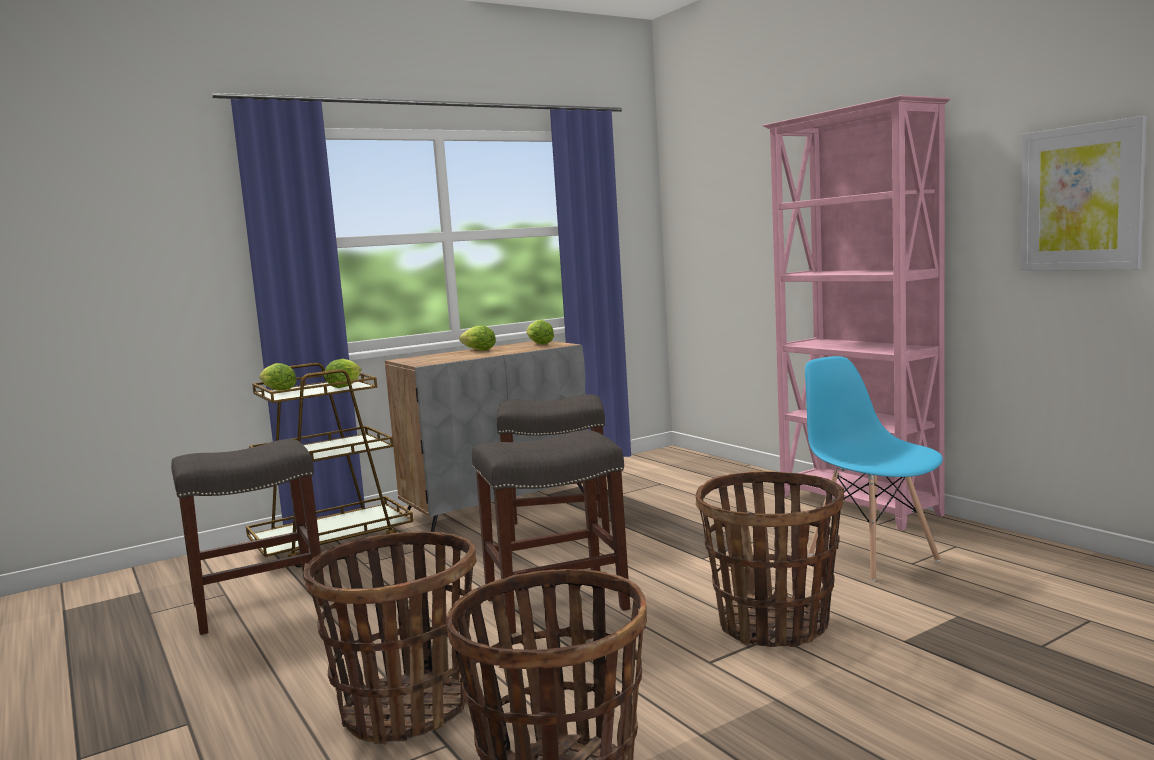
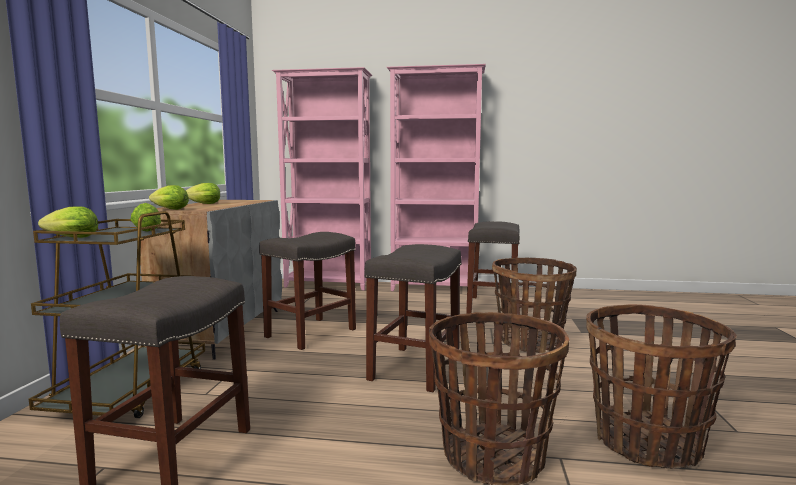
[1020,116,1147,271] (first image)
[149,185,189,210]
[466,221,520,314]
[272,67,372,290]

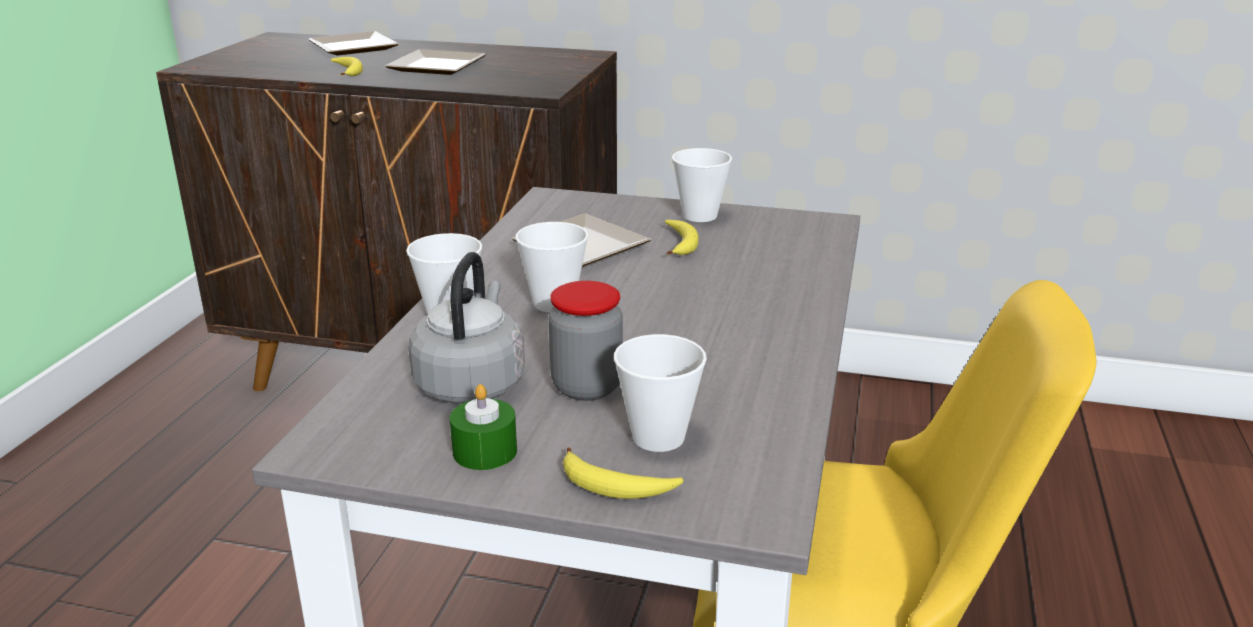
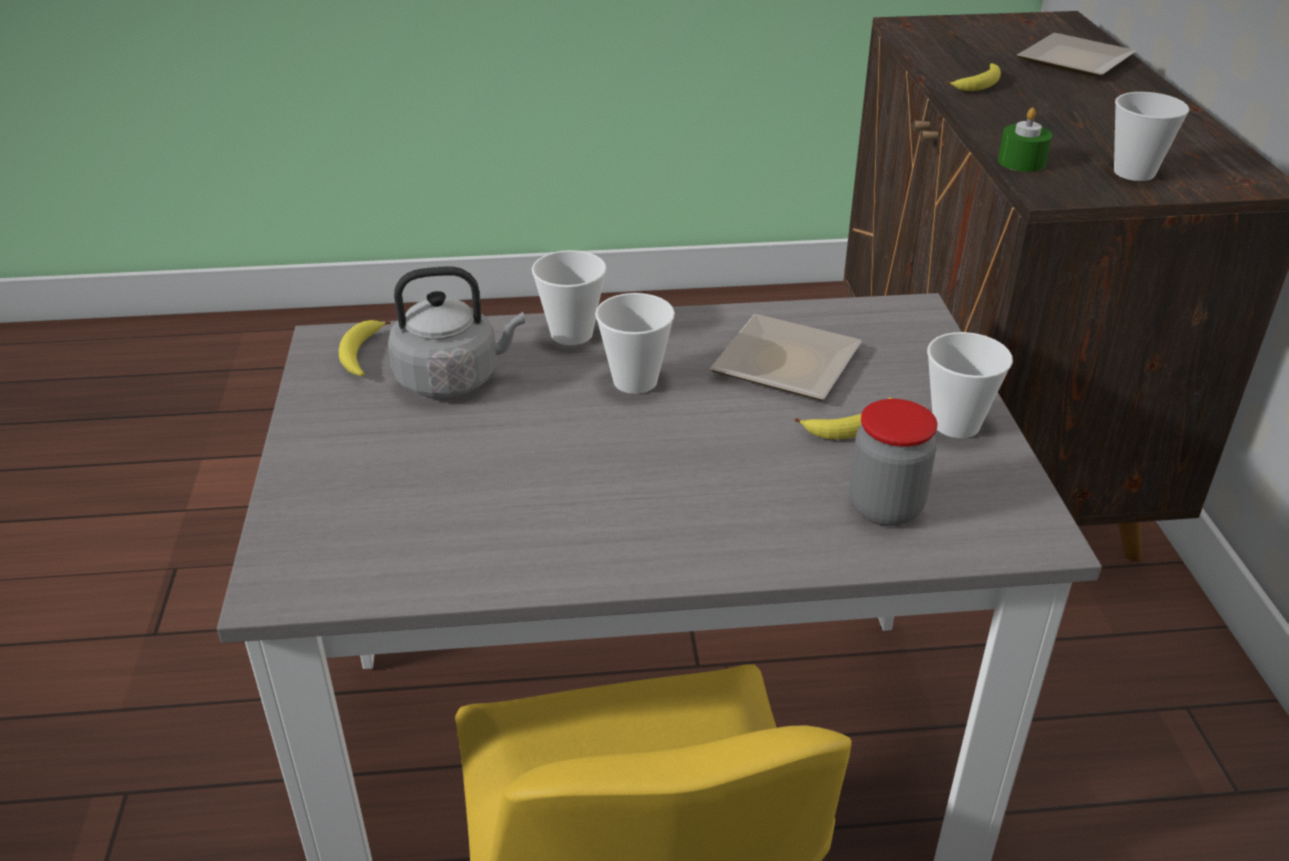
[385,49,486,75] (first image)
[849,399,937,526]
[1114,92,1189,181]
[998,108,1052,172]
[339,320,391,376]

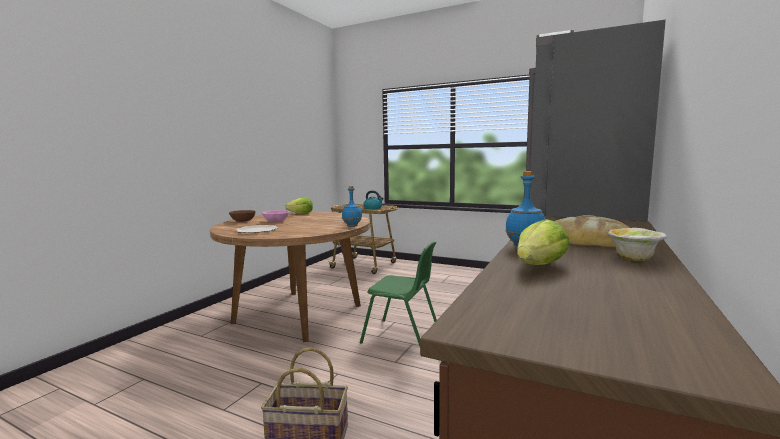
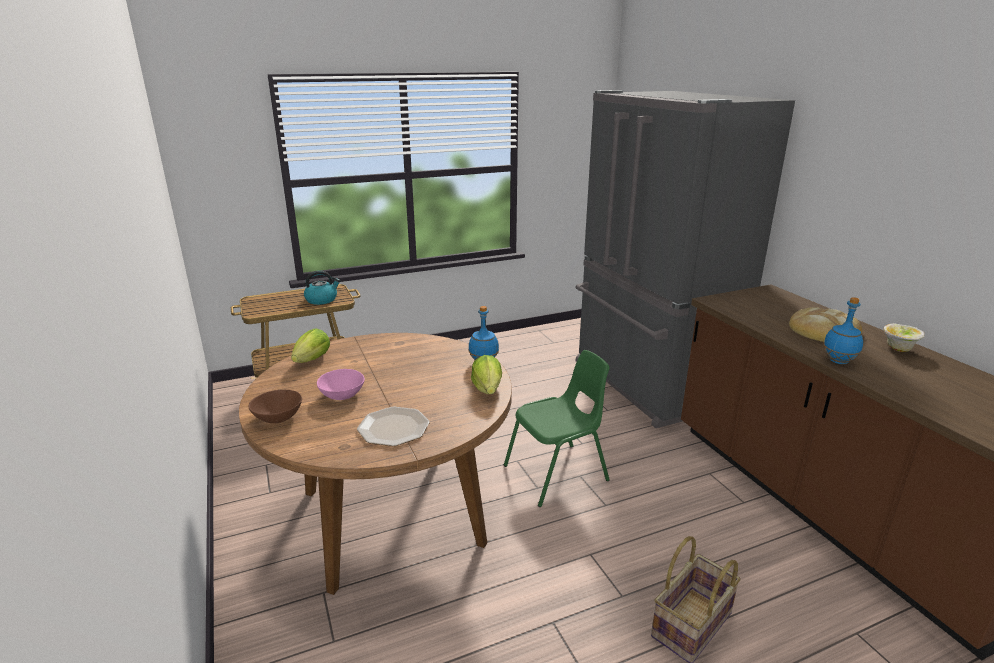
[471,355,502,394]

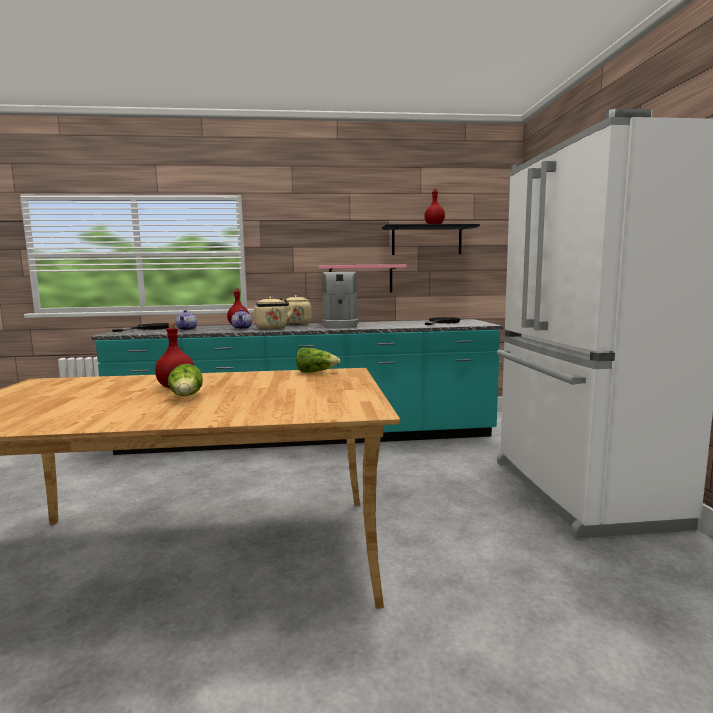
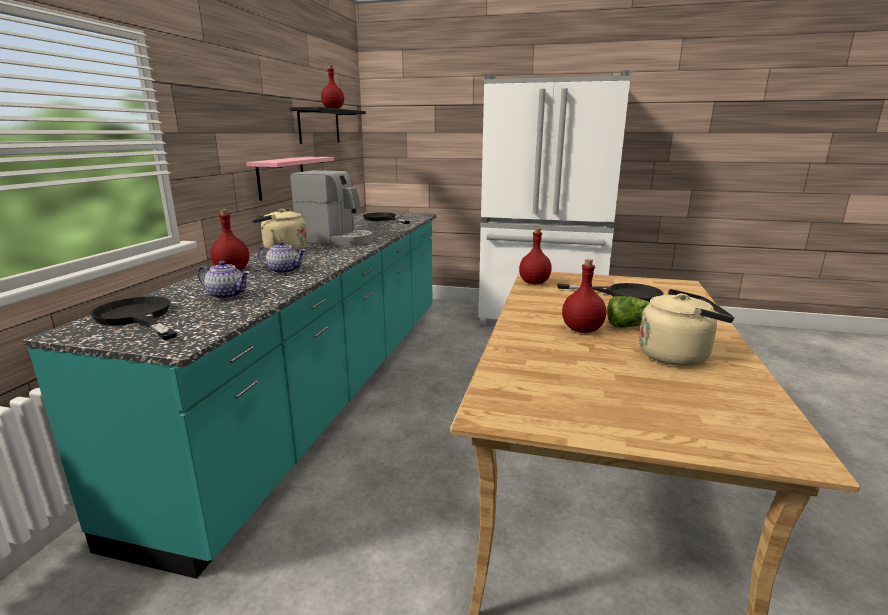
[639,289,734,366]
[519,228,552,284]
[557,283,664,302]

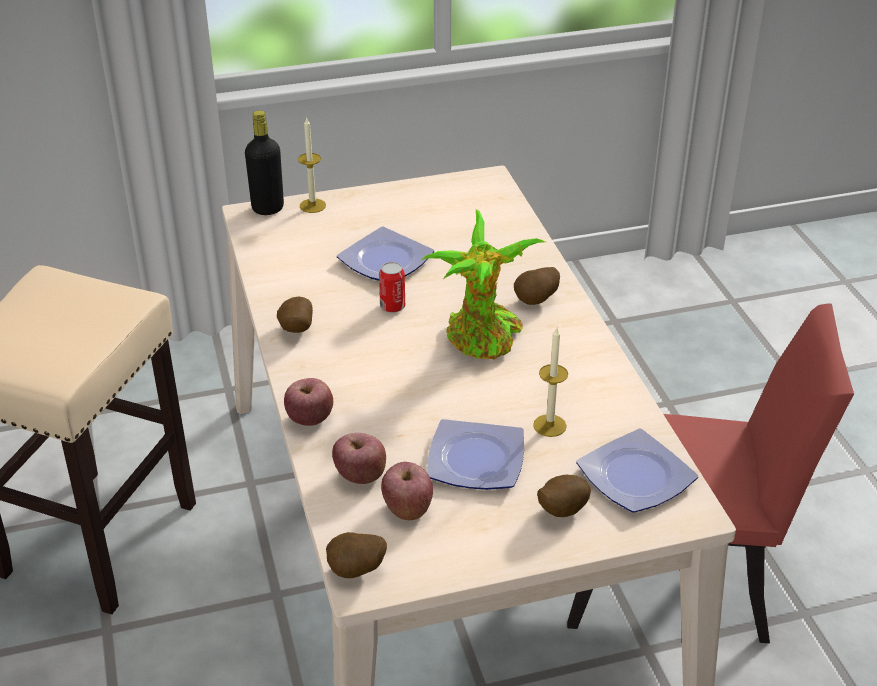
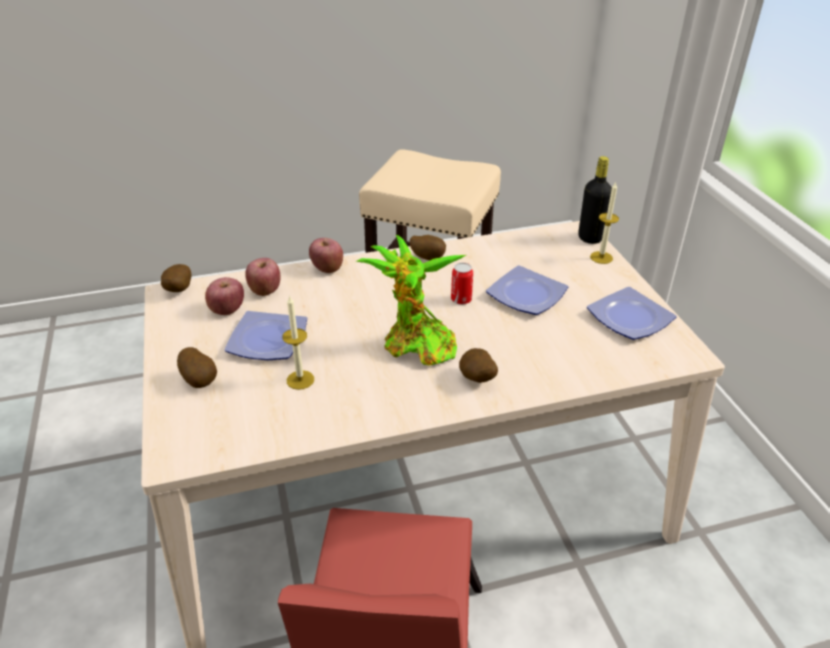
[587,287,677,340]

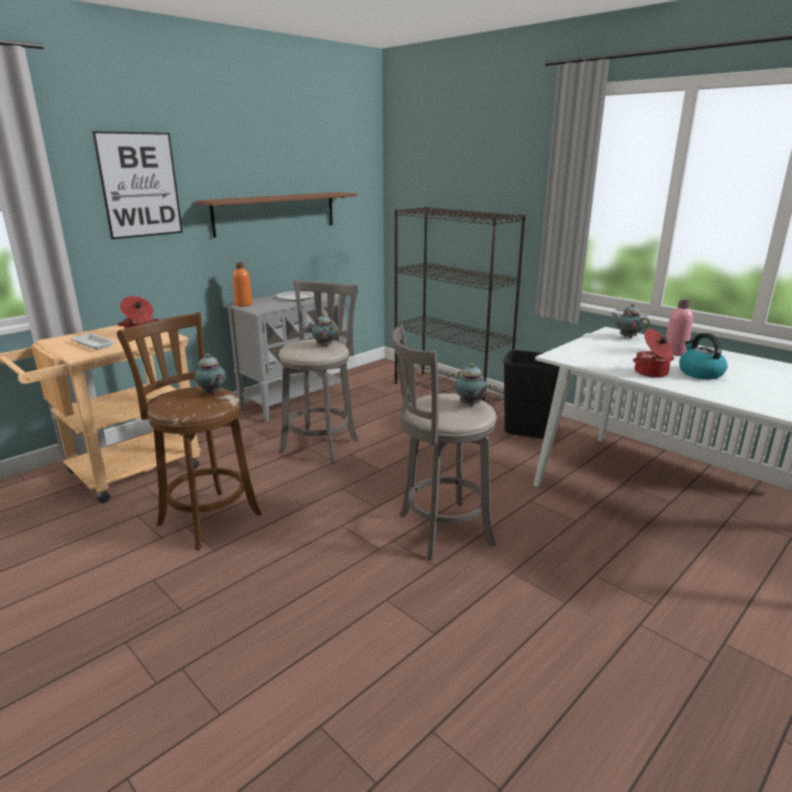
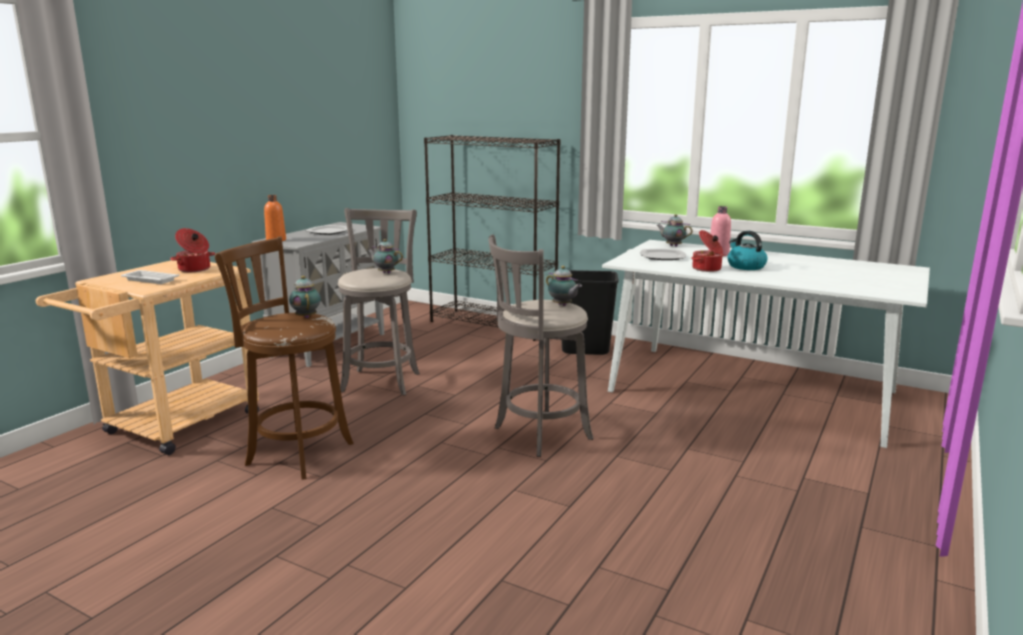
[92,131,183,239] (first image)
[196,192,357,238] (first image)
[289,276,321,318]
[640,249,686,260]

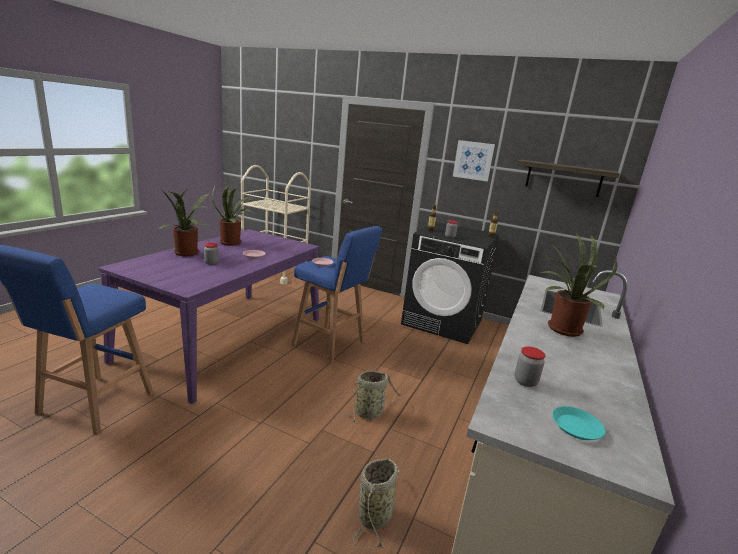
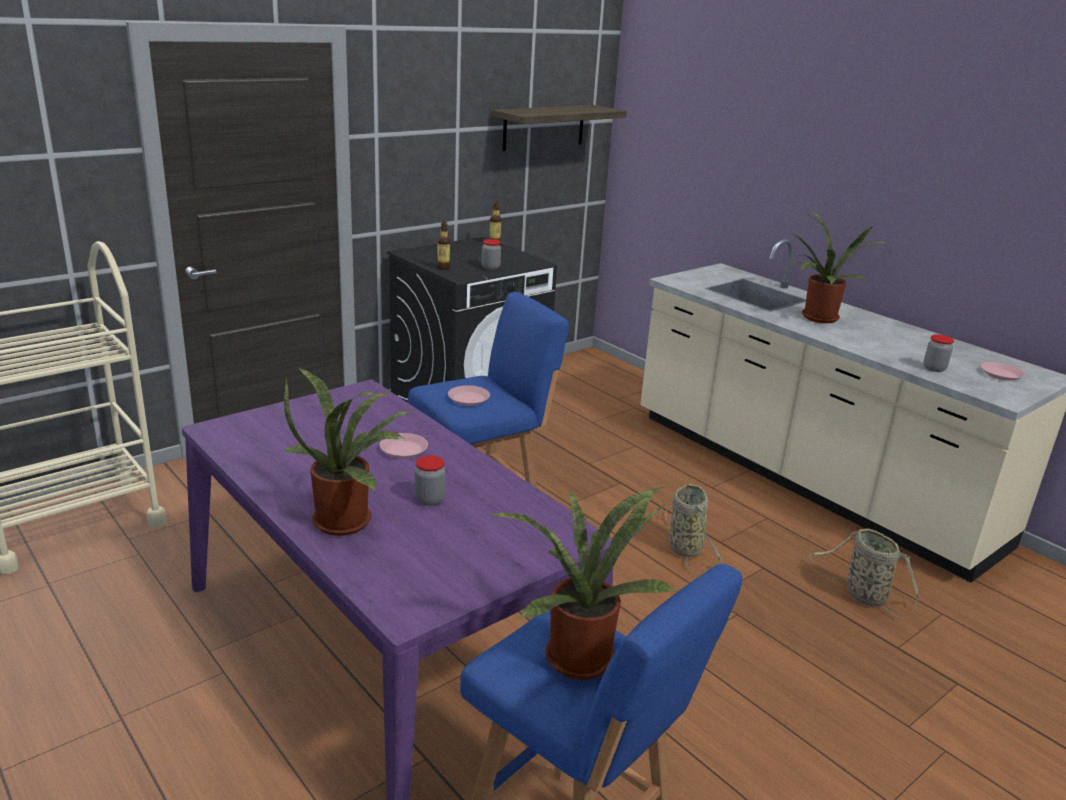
[453,140,495,181] (first image)
[489,487,676,680]
[981,362,1025,381]

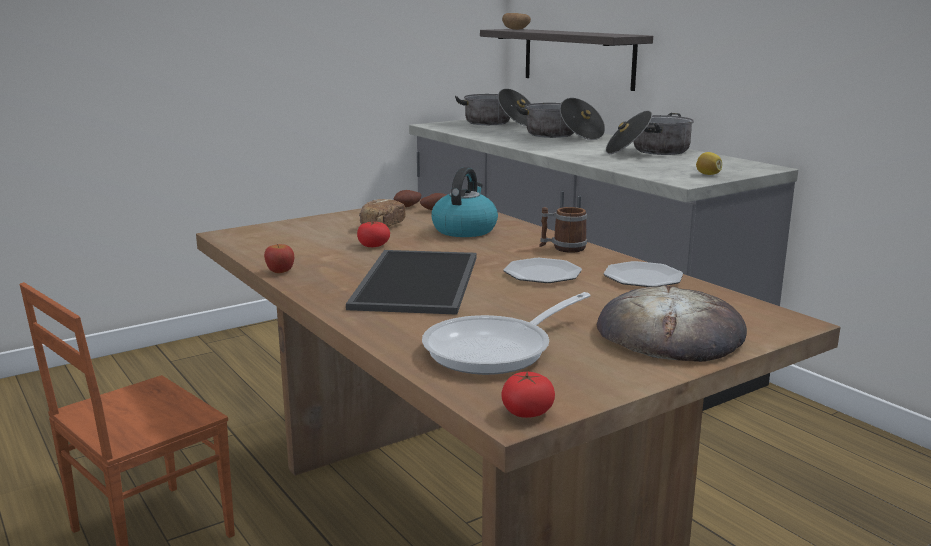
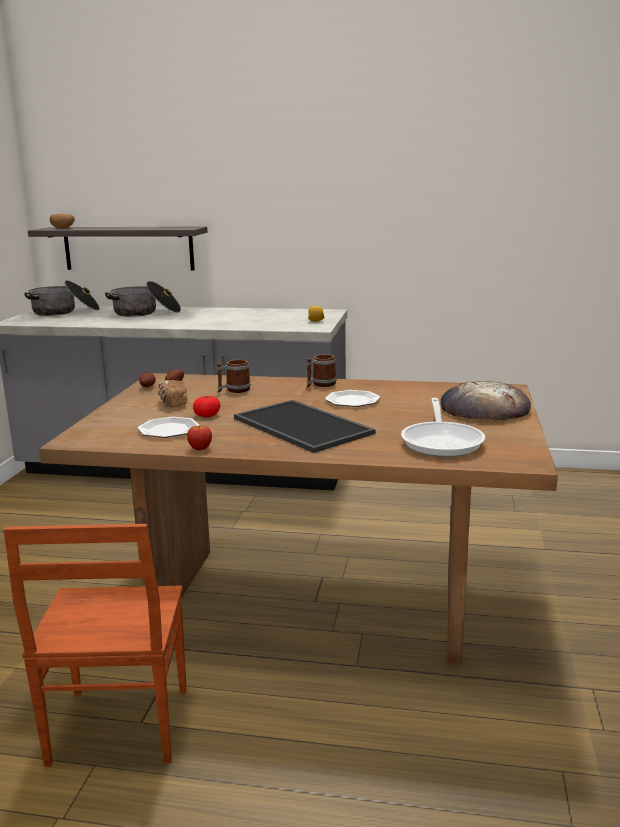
[606,111,694,155] (first image)
[217,360,251,393]
[137,417,200,438]
[501,372,555,418] (first image)

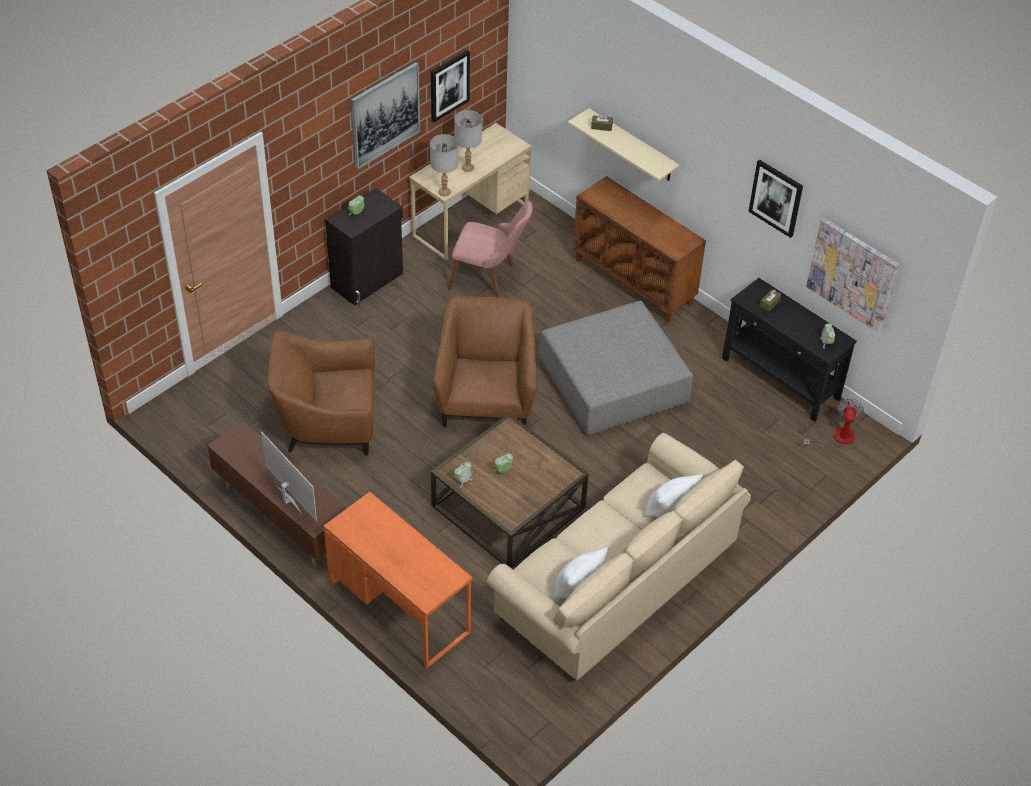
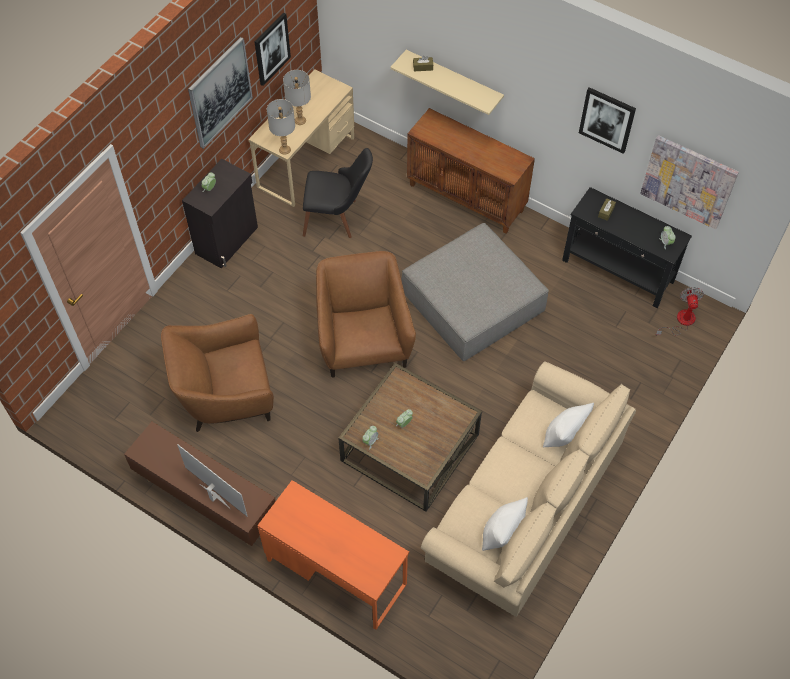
[303,148,373,238]

